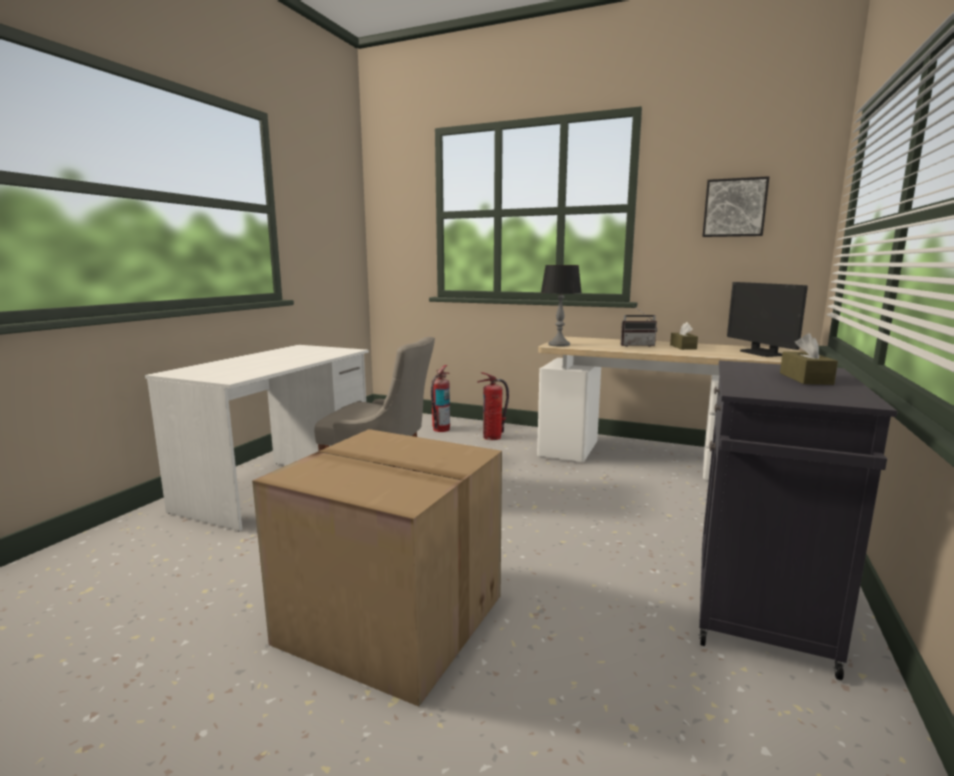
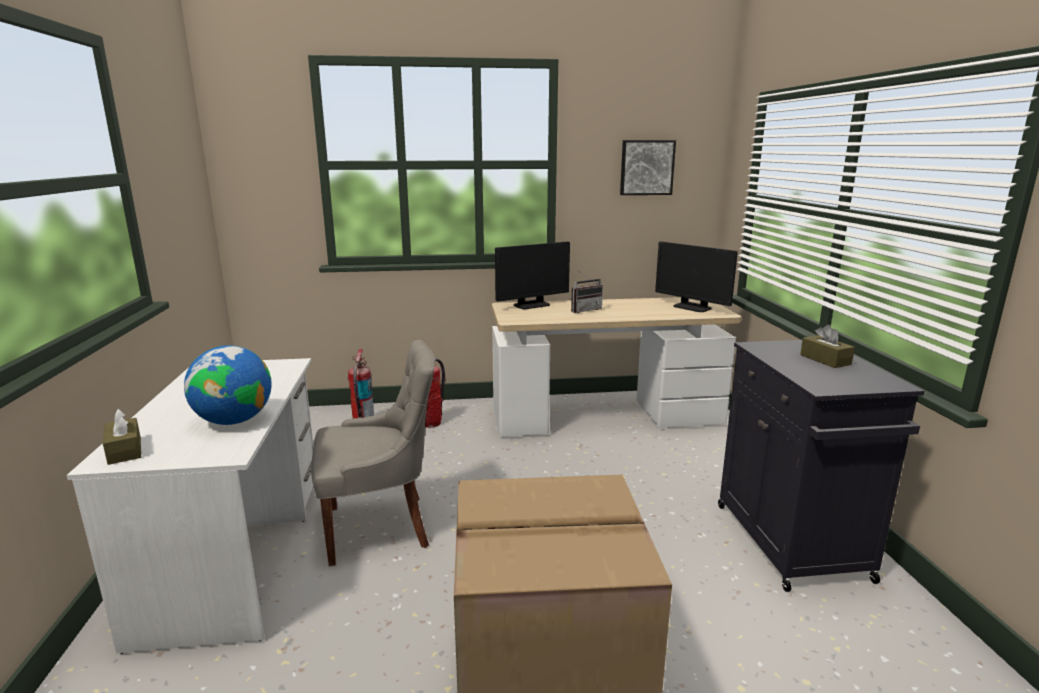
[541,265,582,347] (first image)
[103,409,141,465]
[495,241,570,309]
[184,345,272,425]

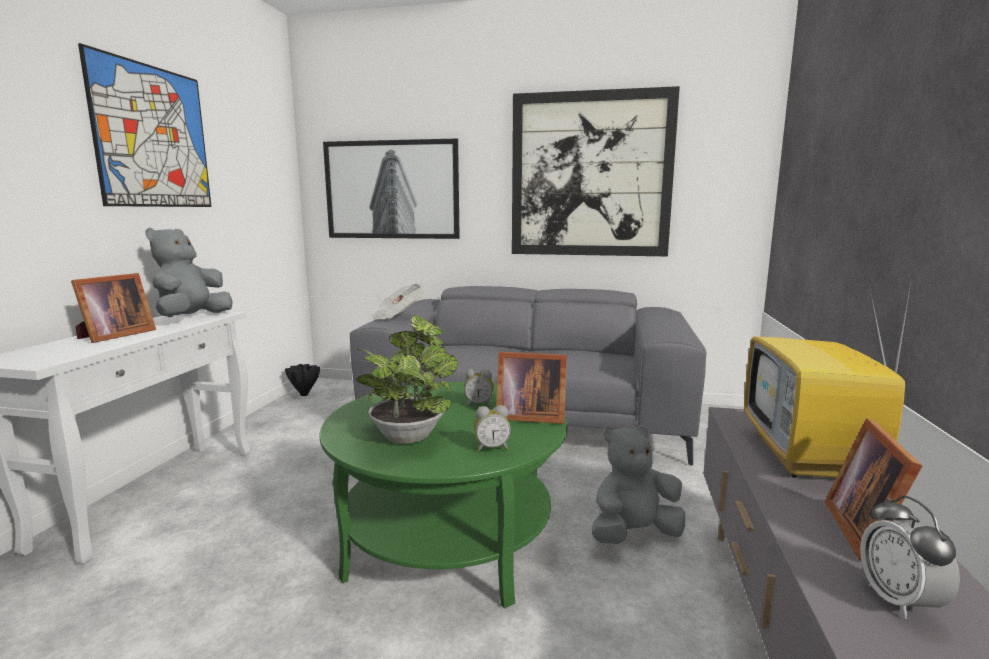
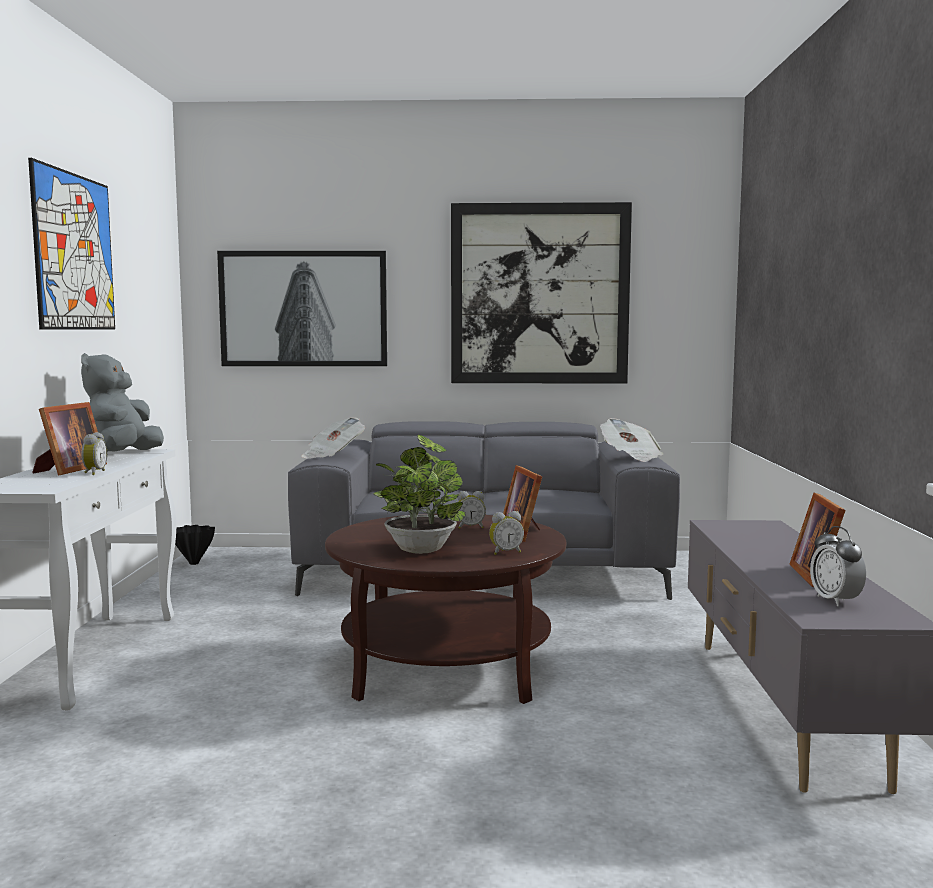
[744,278,912,478] (first image)
[503,465,542,542]
[325,513,567,704]
[592,425,685,544] (first image)
[600,418,663,462]
[82,432,108,475]

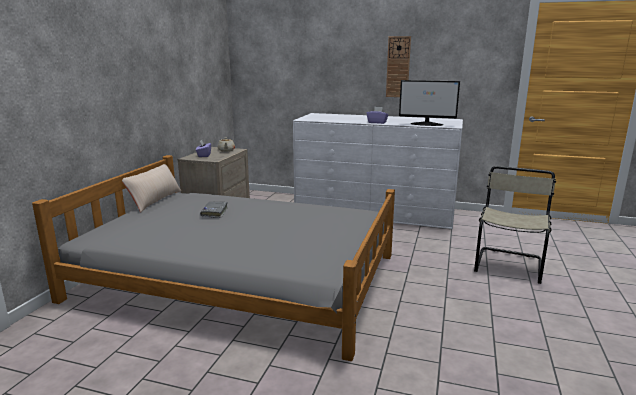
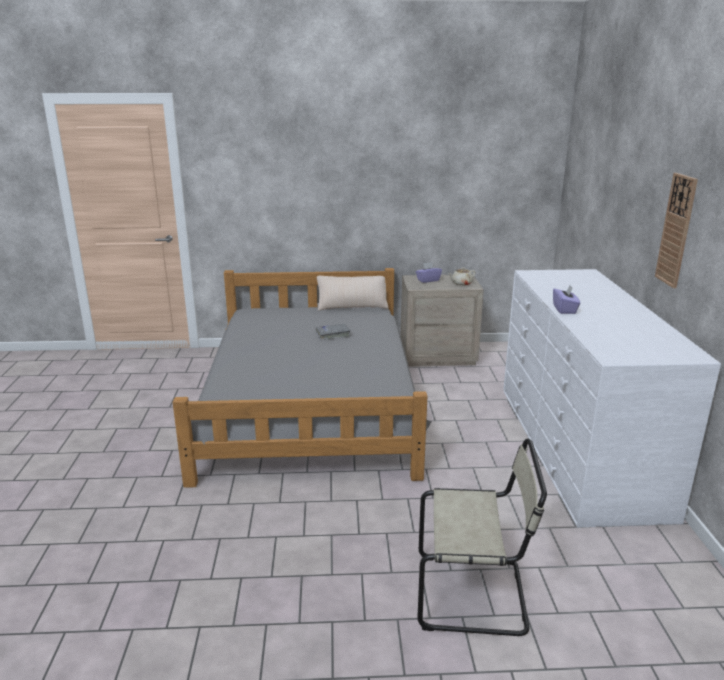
[399,80,460,126] (first image)

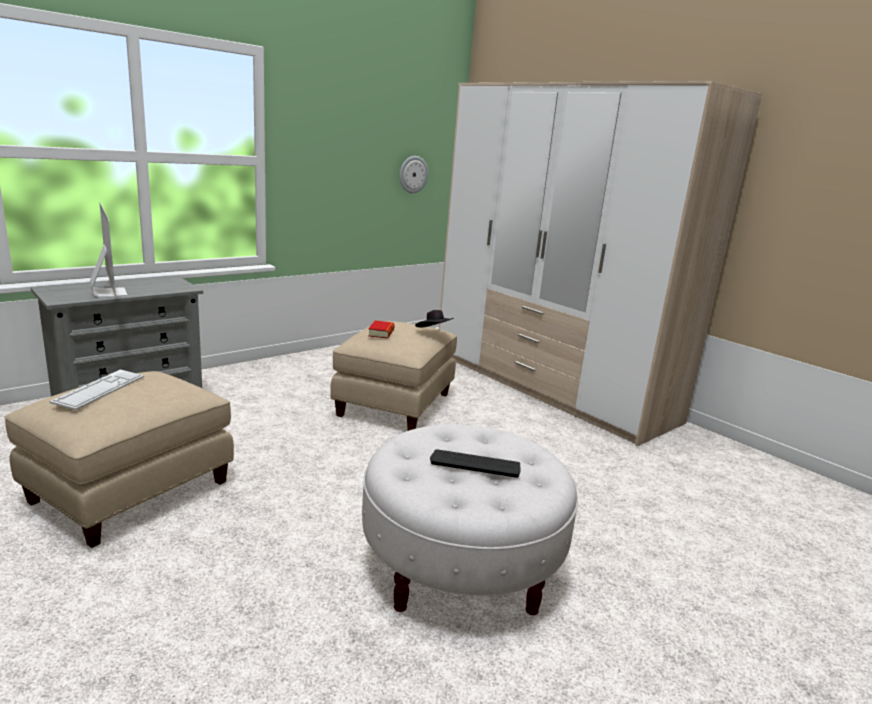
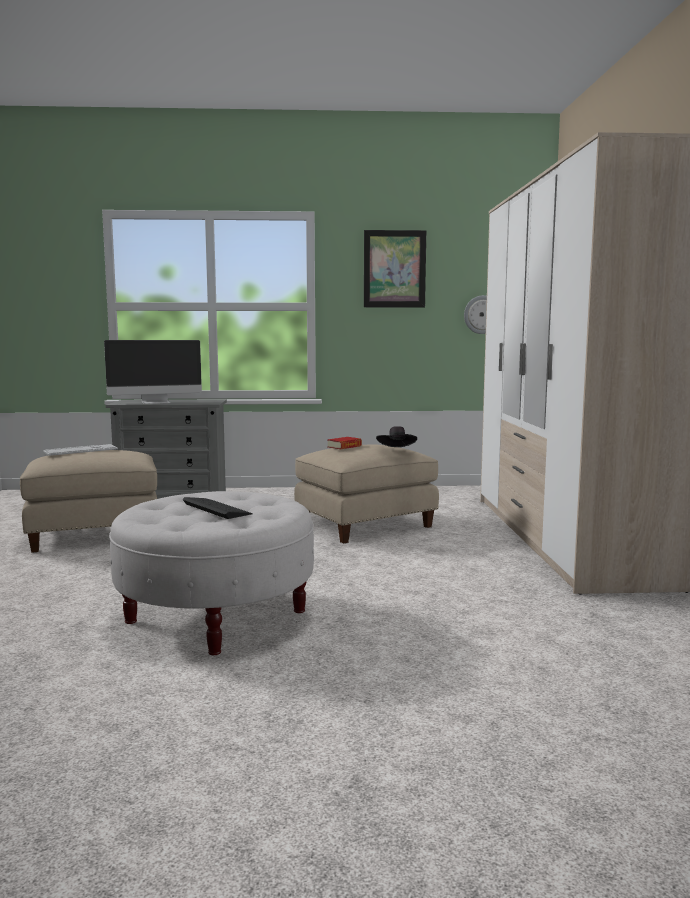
[104,340,202,404]
[364,230,426,307]

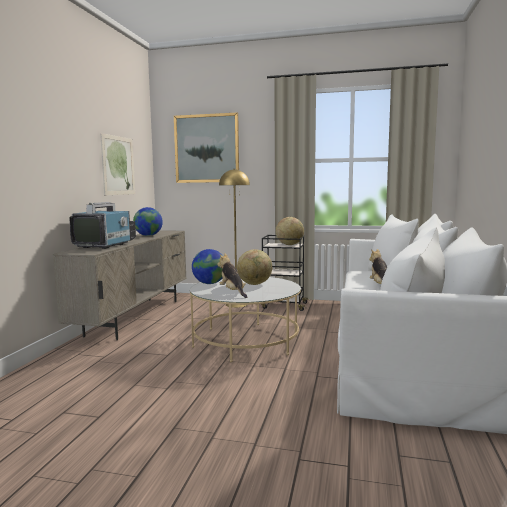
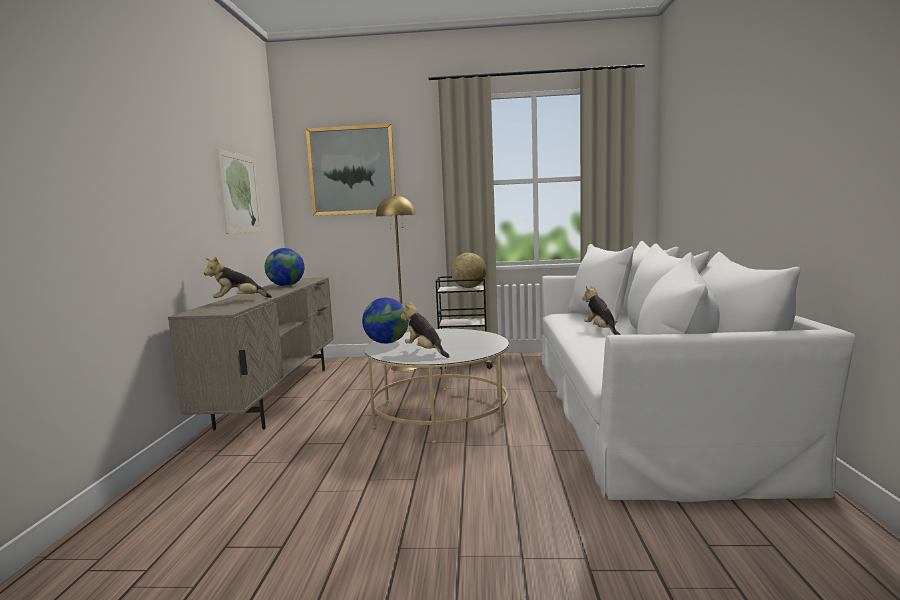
[204,257,272,298]
[237,249,272,285] (first image)

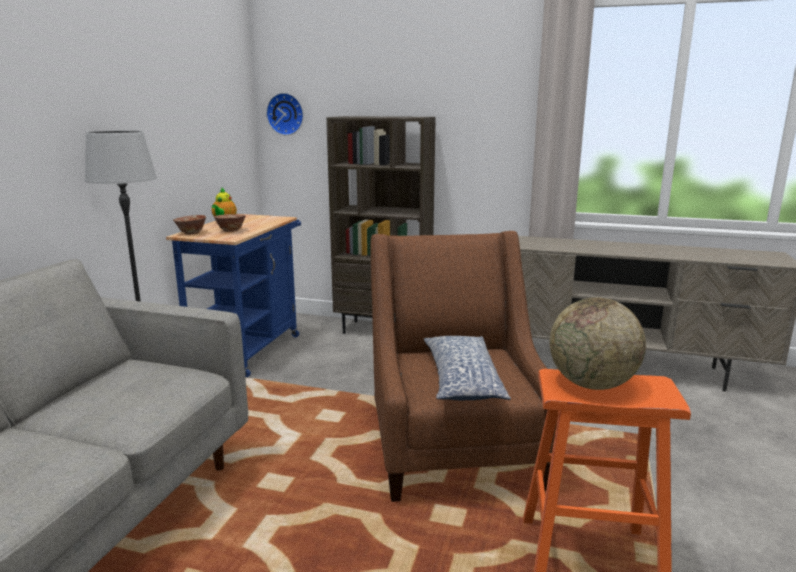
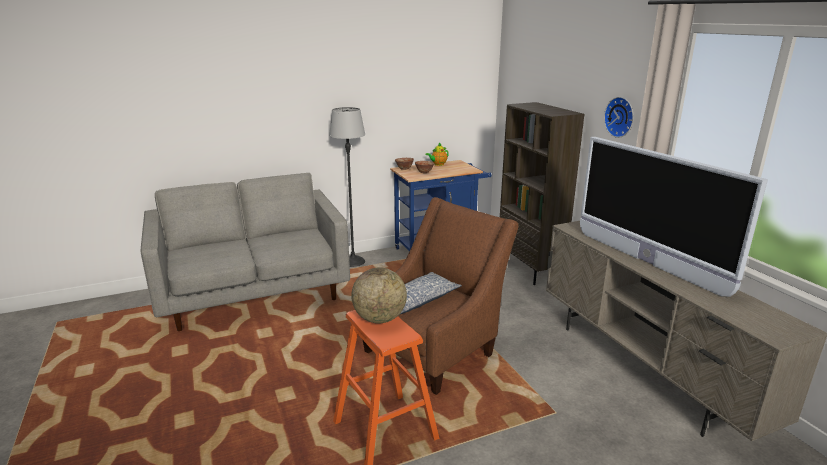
[604,97,633,138]
[580,137,768,297]

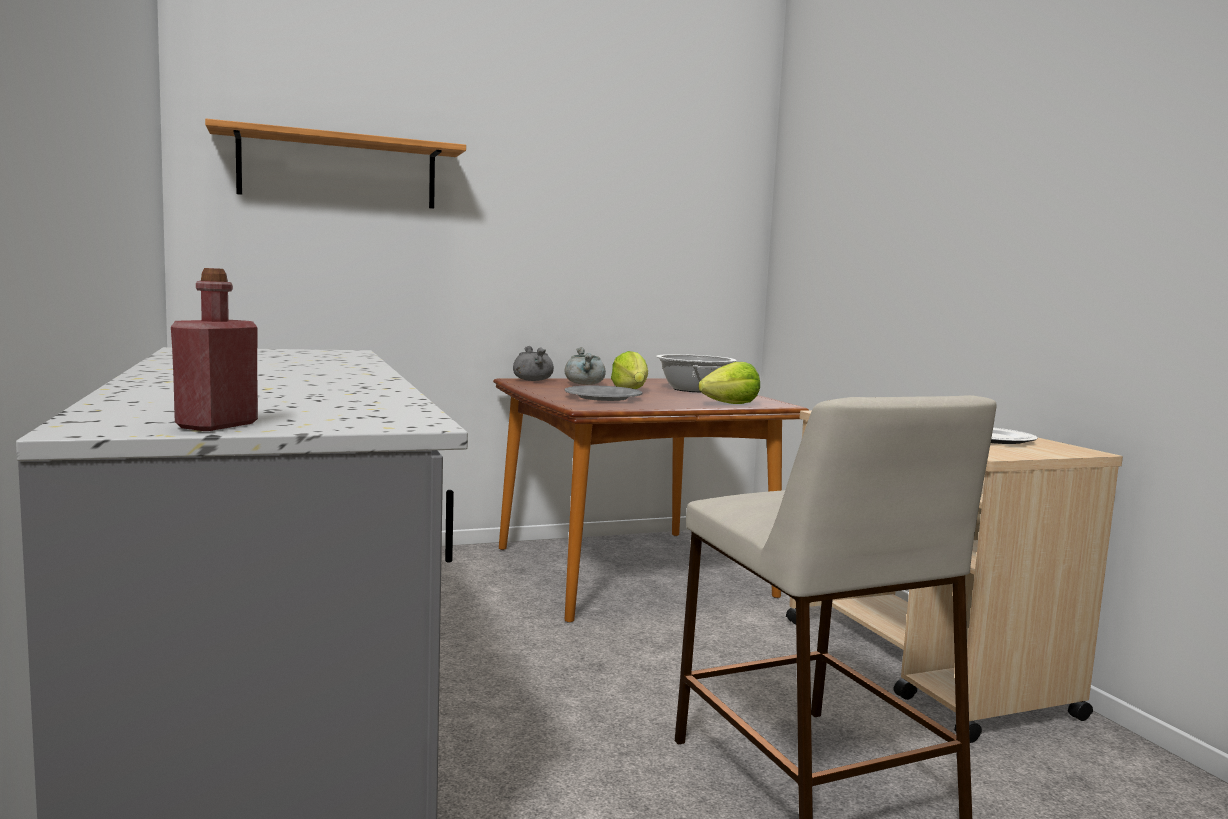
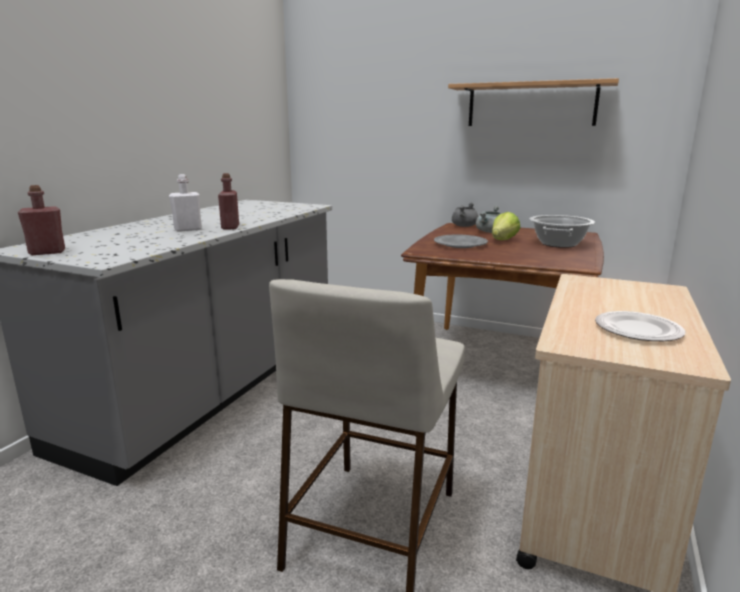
[448,78,619,126]
[699,362,760,404] (first image)
[218,173,239,230]
[169,174,202,232]

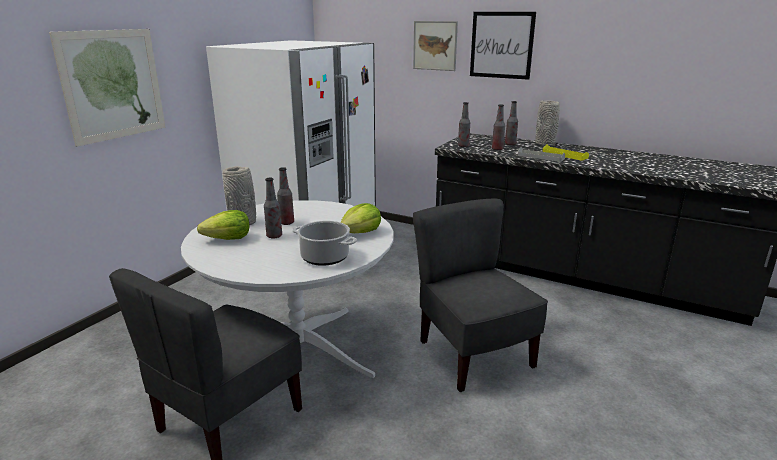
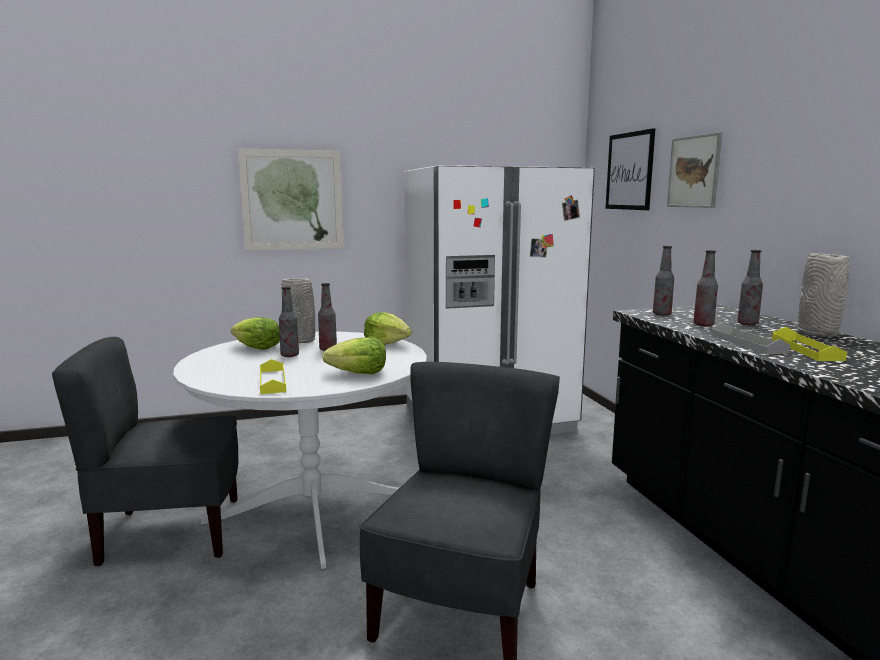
[605,128,655,210]
[260,359,286,394]
[364,312,411,345]

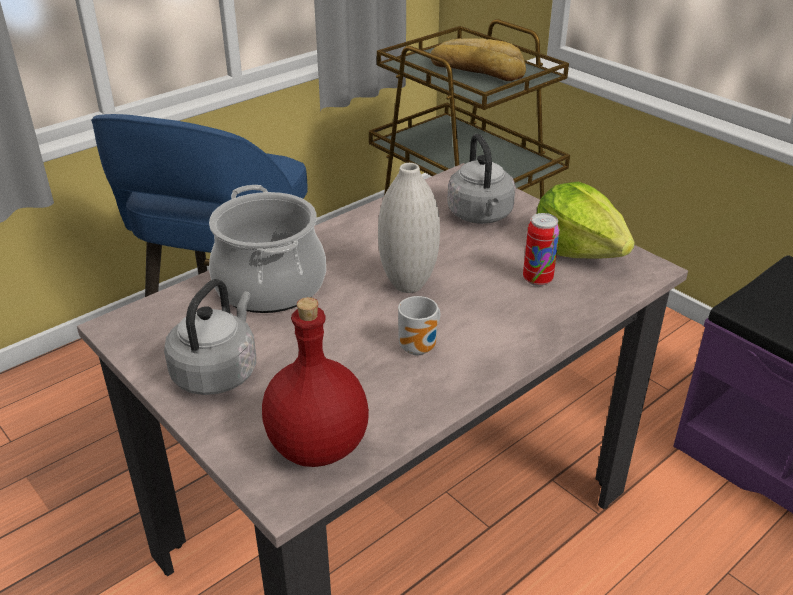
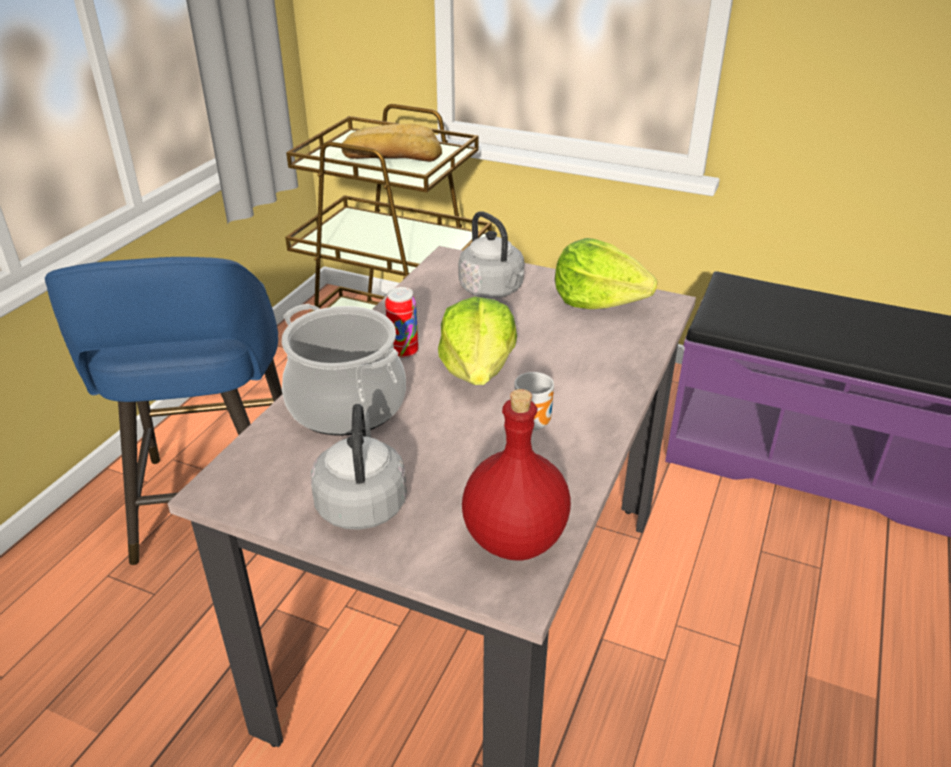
[438,297,517,385]
[385,287,418,359]

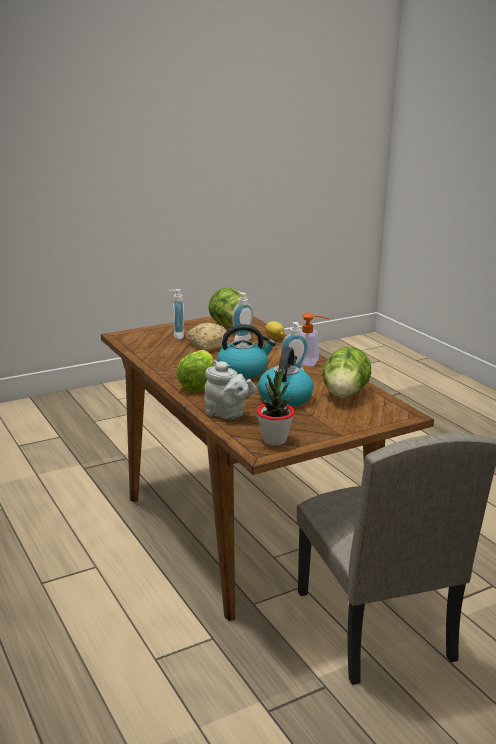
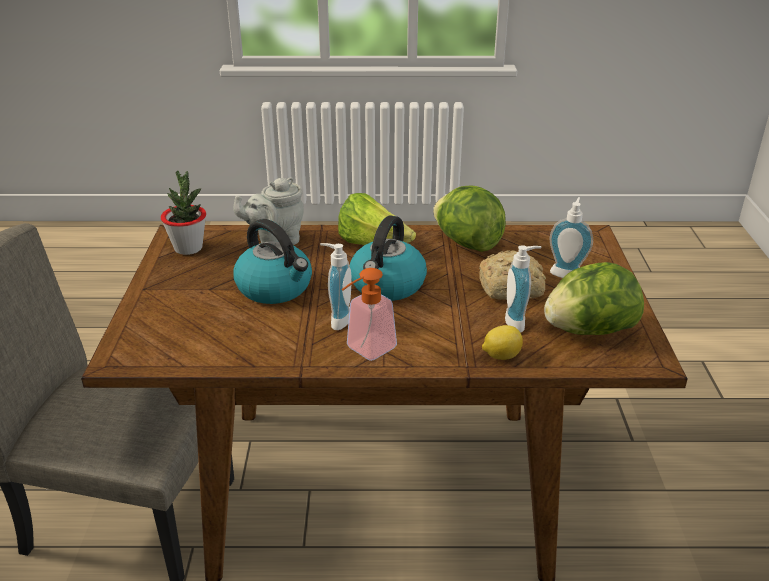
[433,185,506,252]

